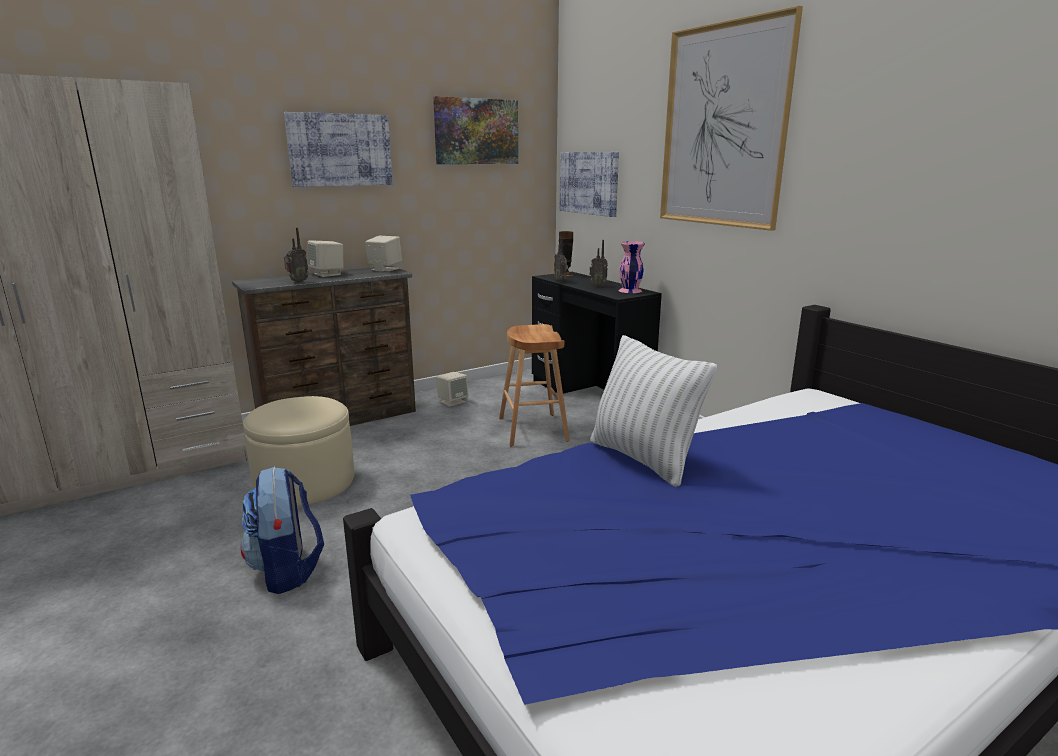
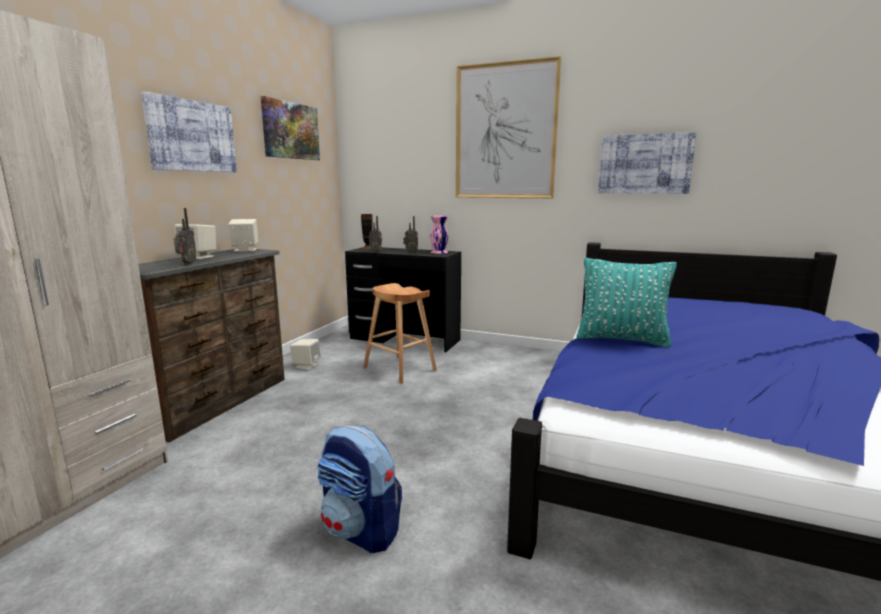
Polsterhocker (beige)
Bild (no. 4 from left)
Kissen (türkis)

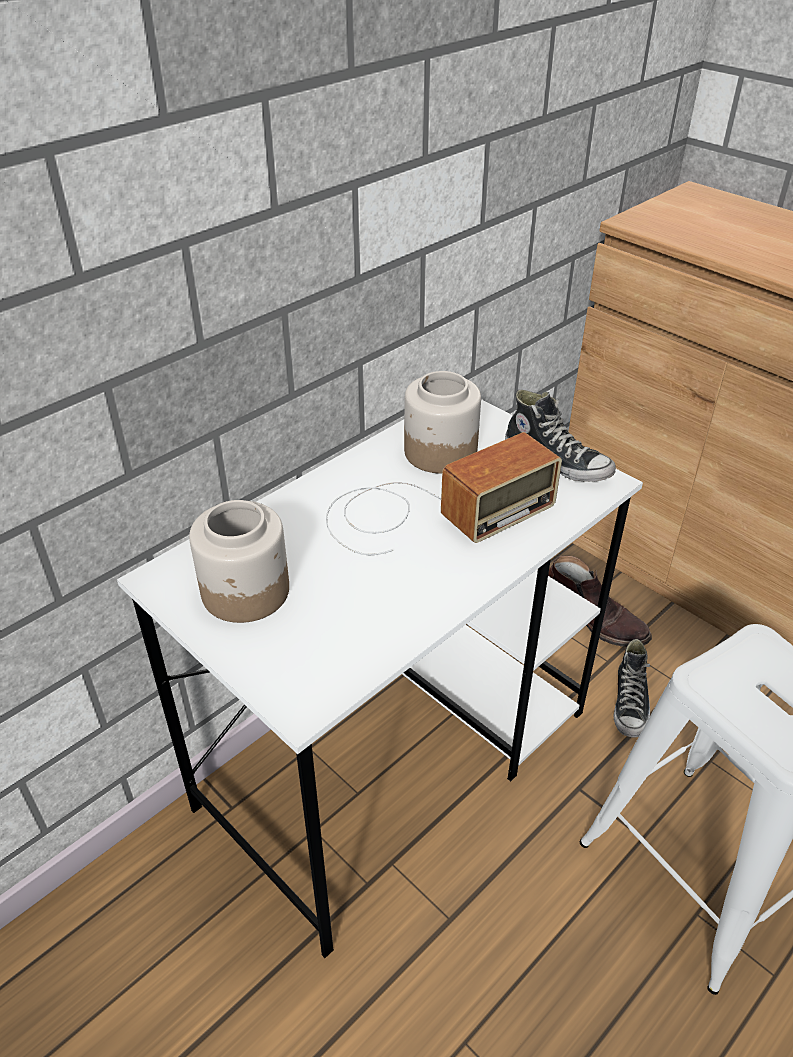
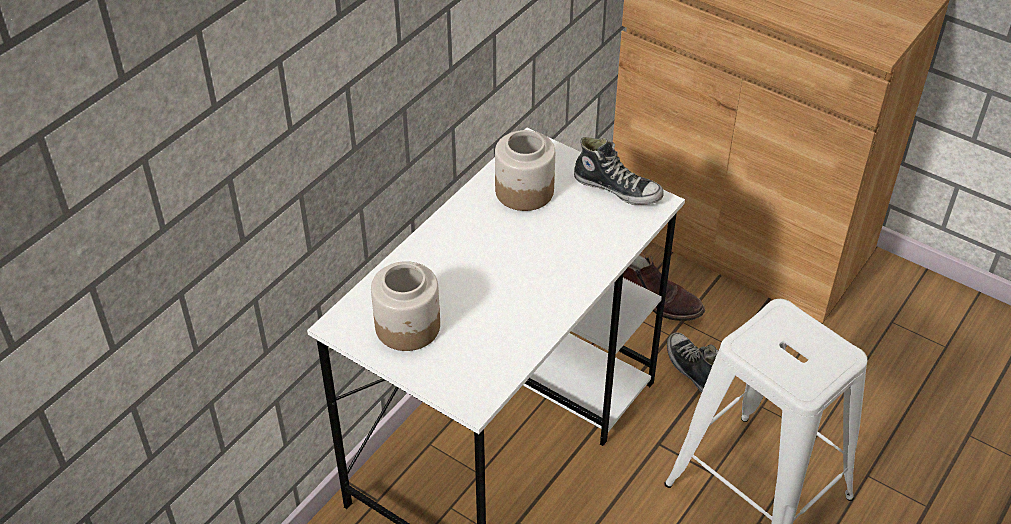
Radio
Schuh (no. 2 from left)

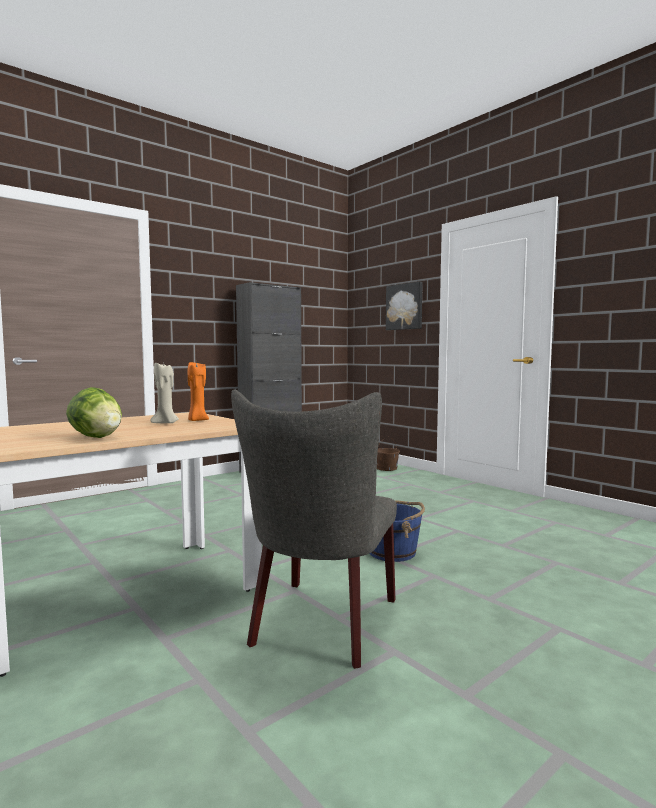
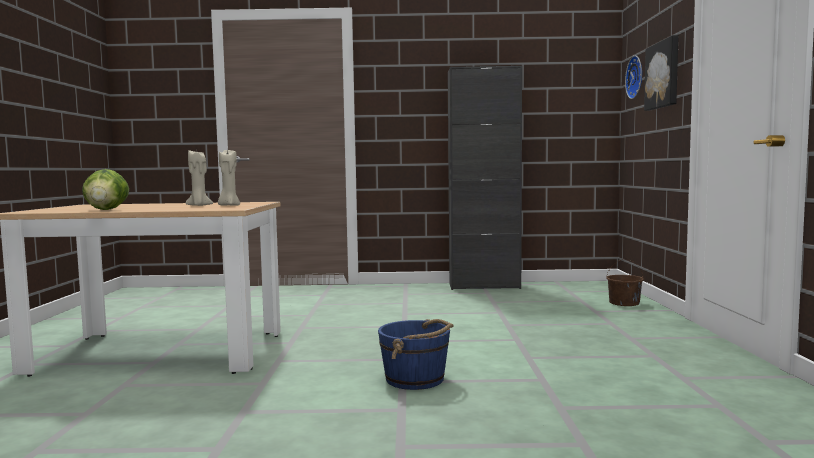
Stuhl (grau)
Wanduhr
Kerze (beige) (no. 2 from left)

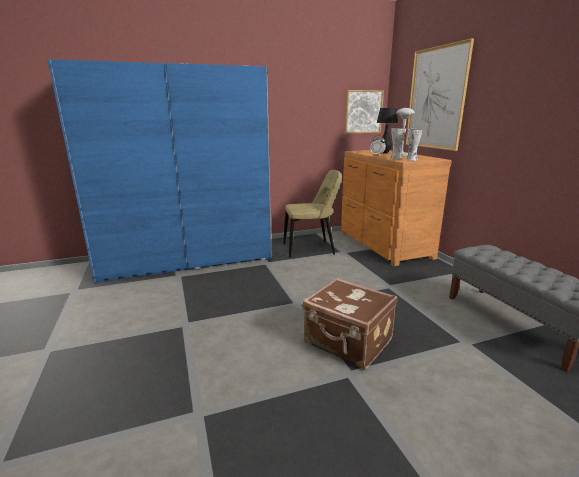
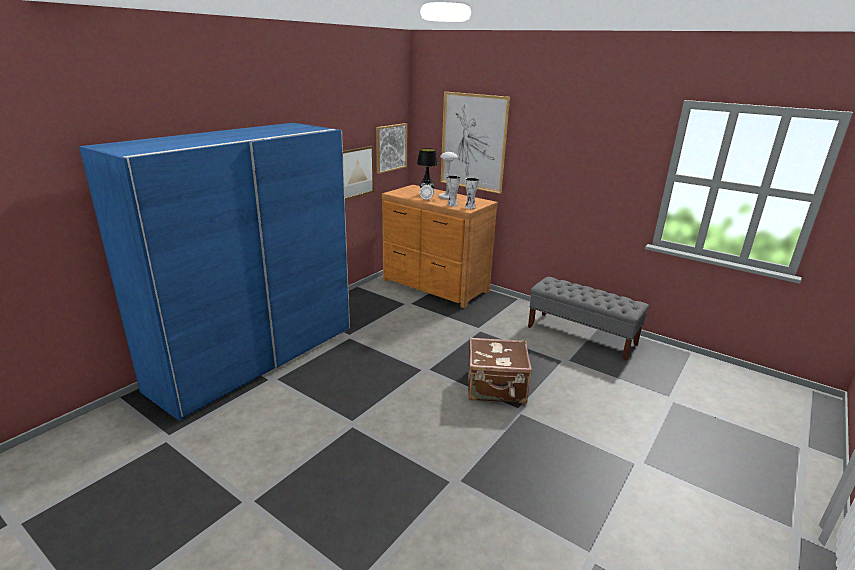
Stuhl (beige)
Bild (no. 1 from left)

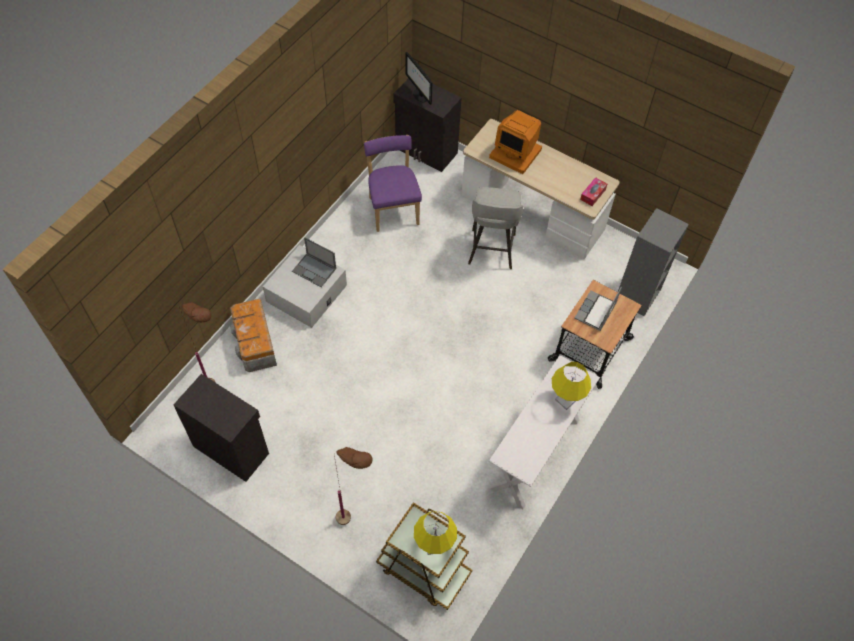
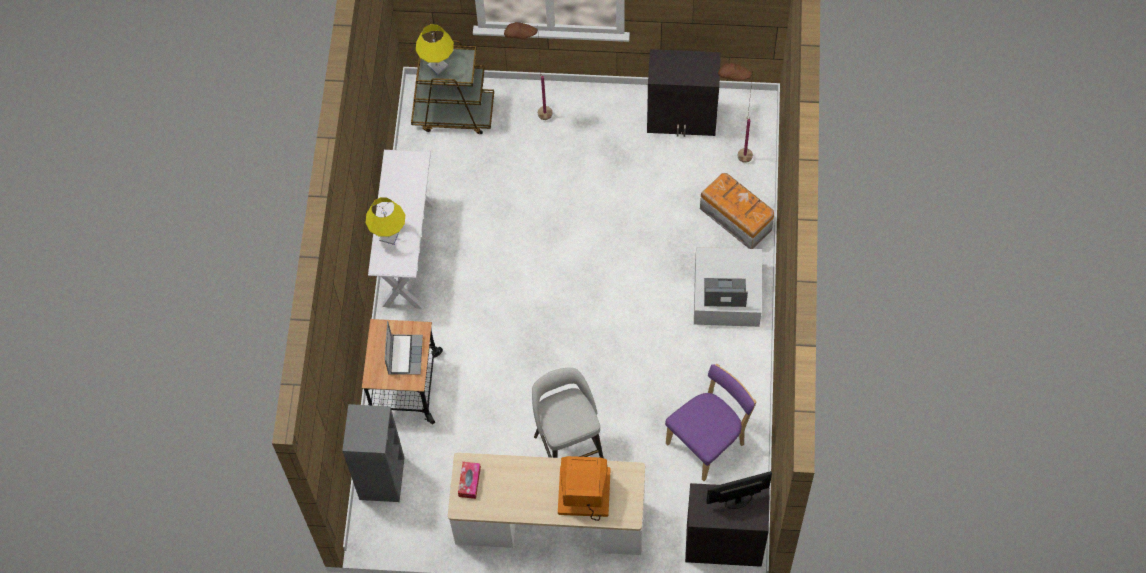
Stuhl (lila)
Monitor (no. 2 from left)

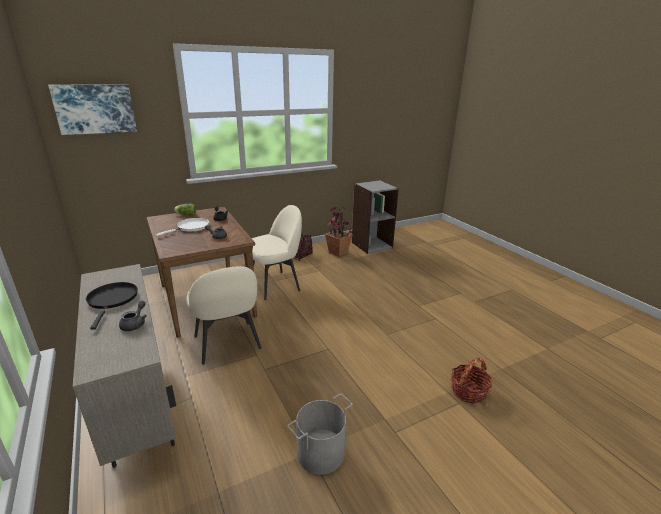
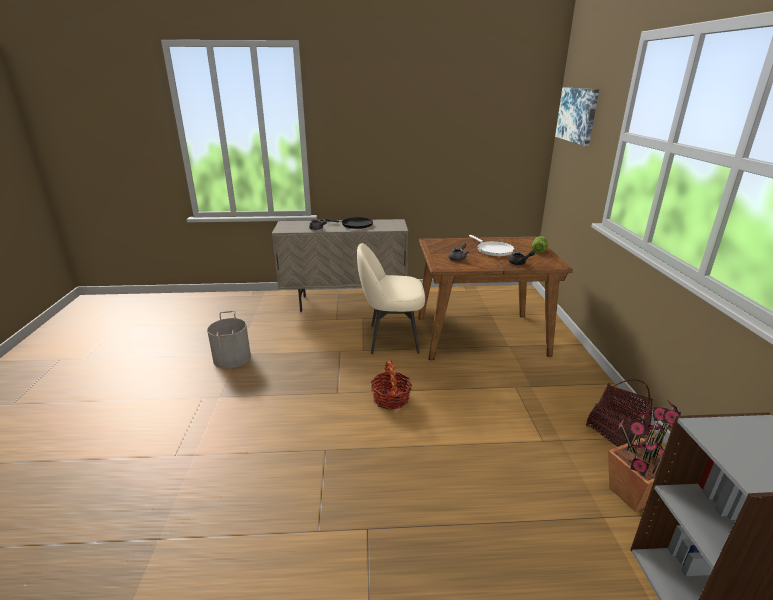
Stuhl (beige) (no. 2 from left in the first image)
Korb (no. 1 from left)

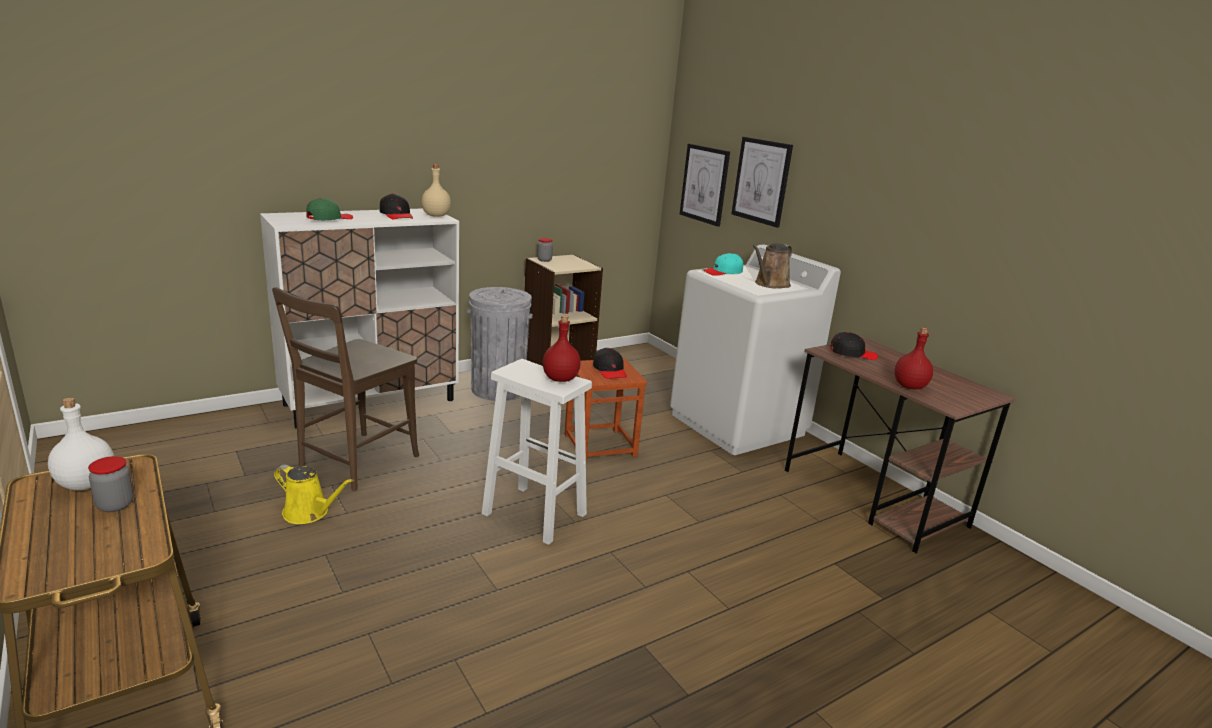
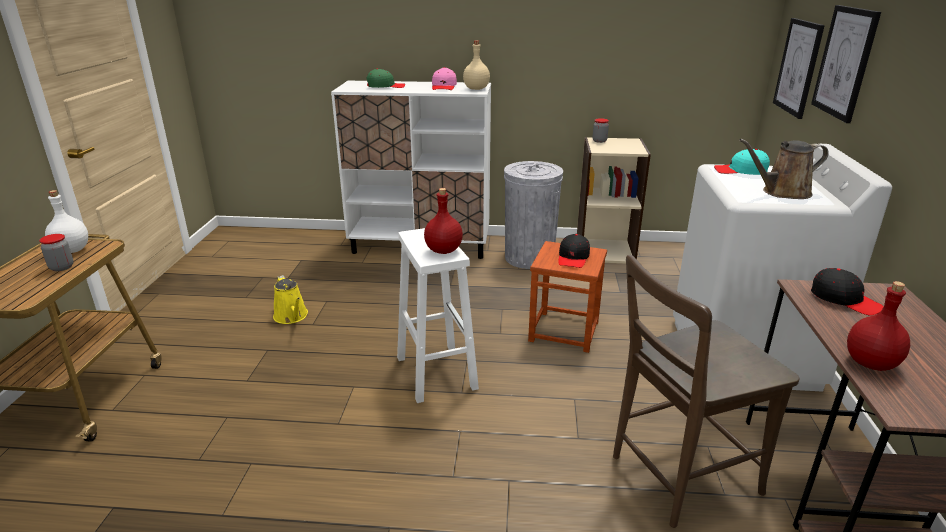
Stuhl (braun)
Kappe (rosa)

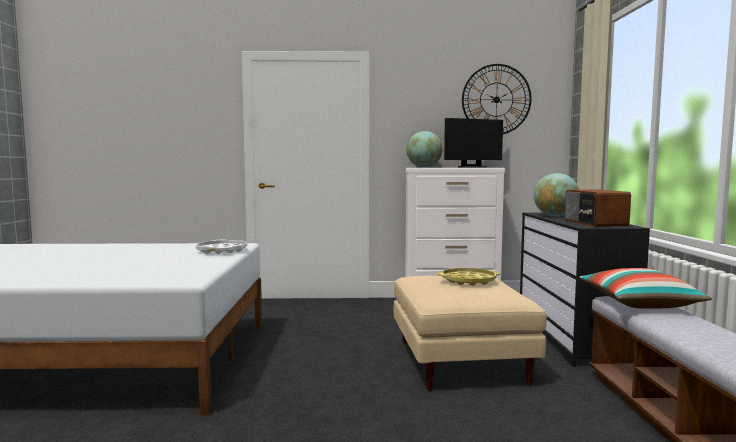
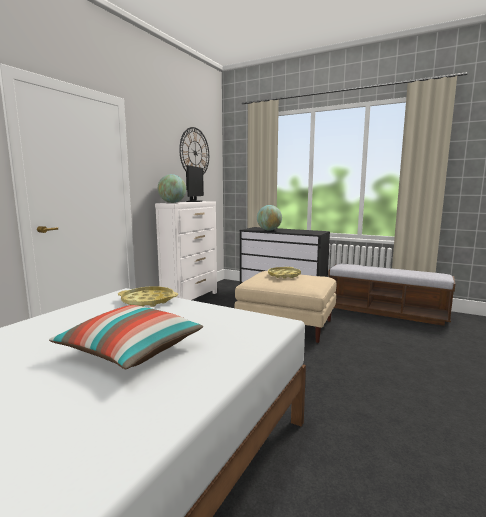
Radio
Kissen
Tablett (gelb) (no. 1 from left)

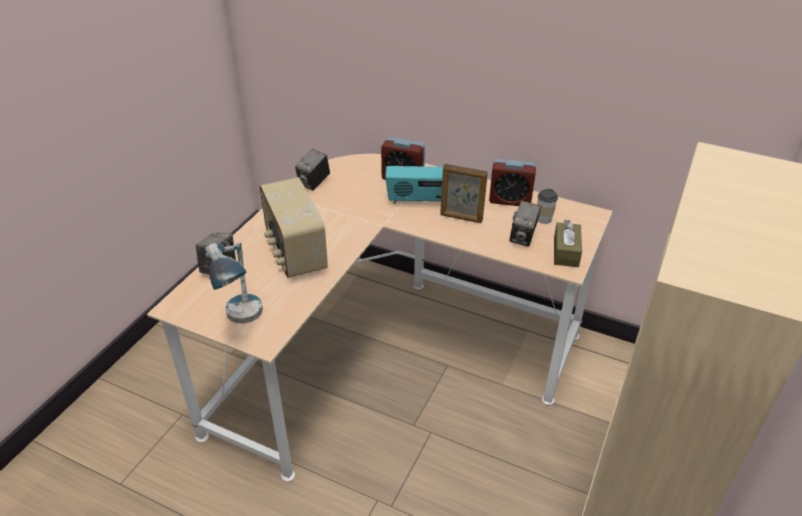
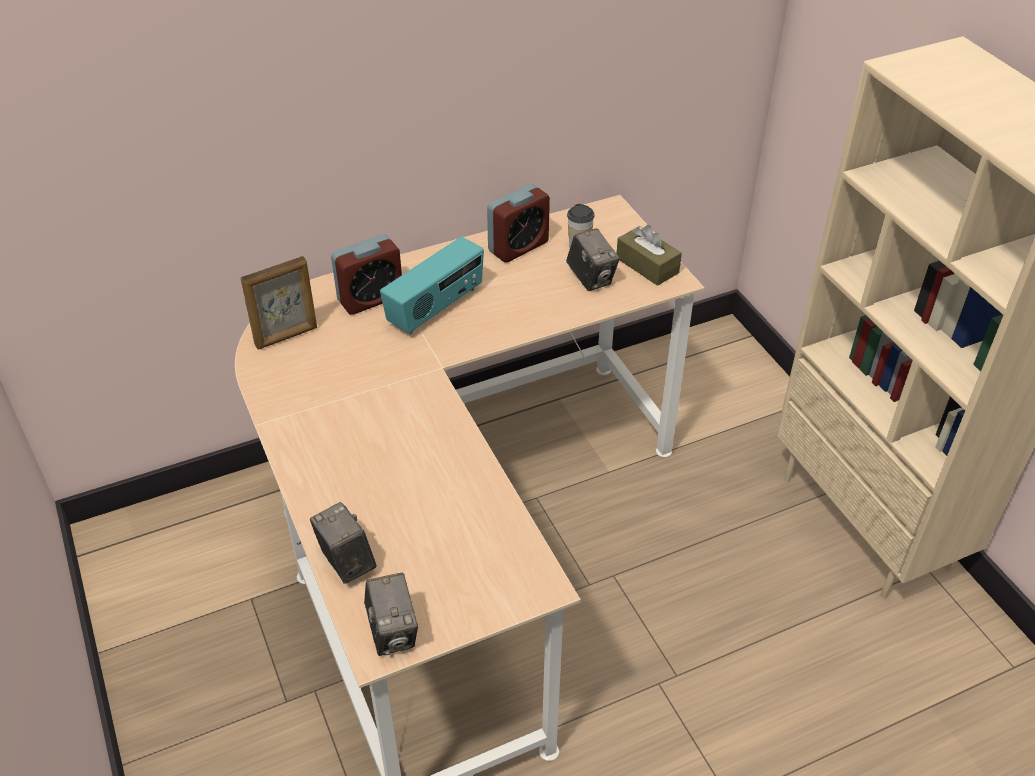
Tischlampe
Radio (no. 1 from left in the first image)
Kamera (no. 2 from left)
Bilderrahmen

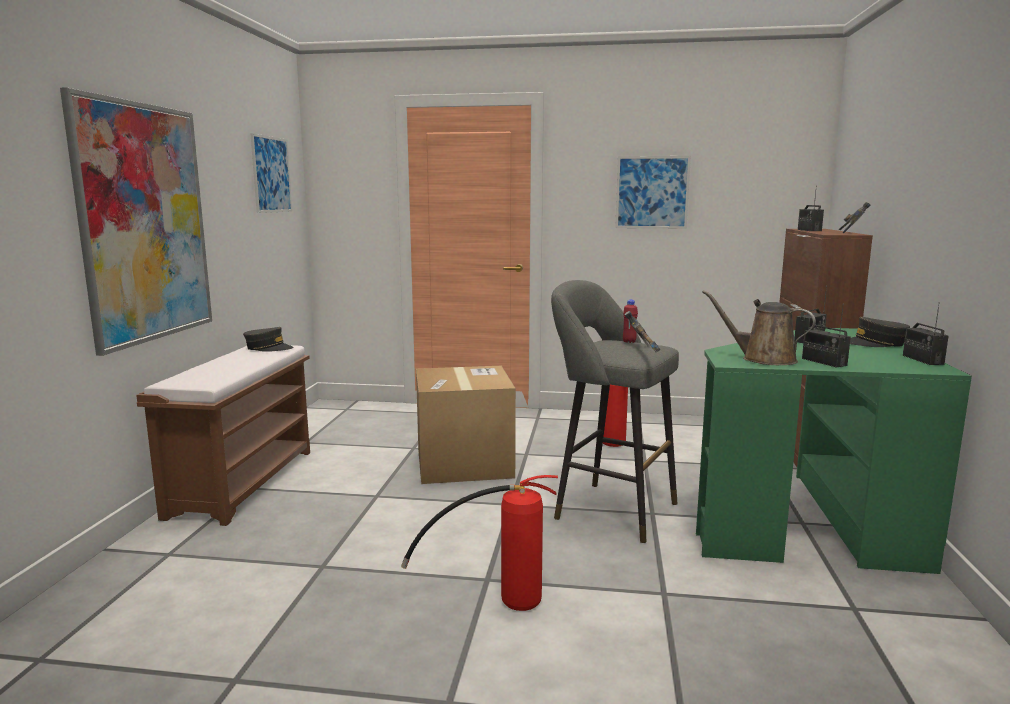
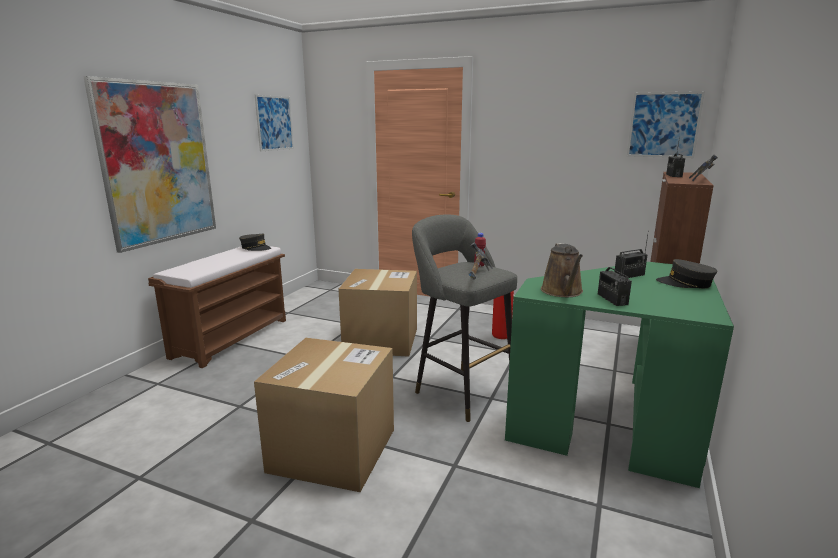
Radio (no. 4 from left in the first image)
Bild (no. 3 from left)
Karton (no. 1 from left)
Gießkanne (braun)

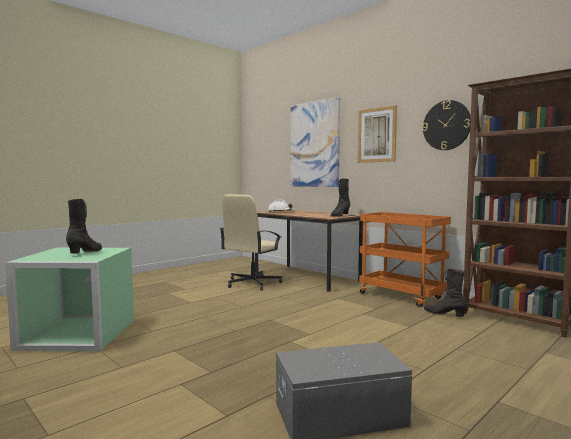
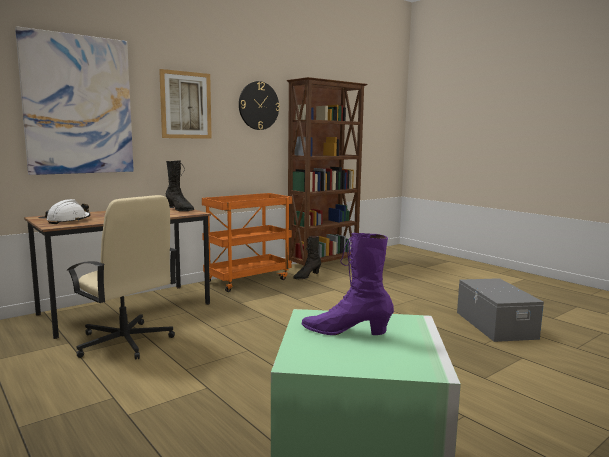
Stiefel (lila)

